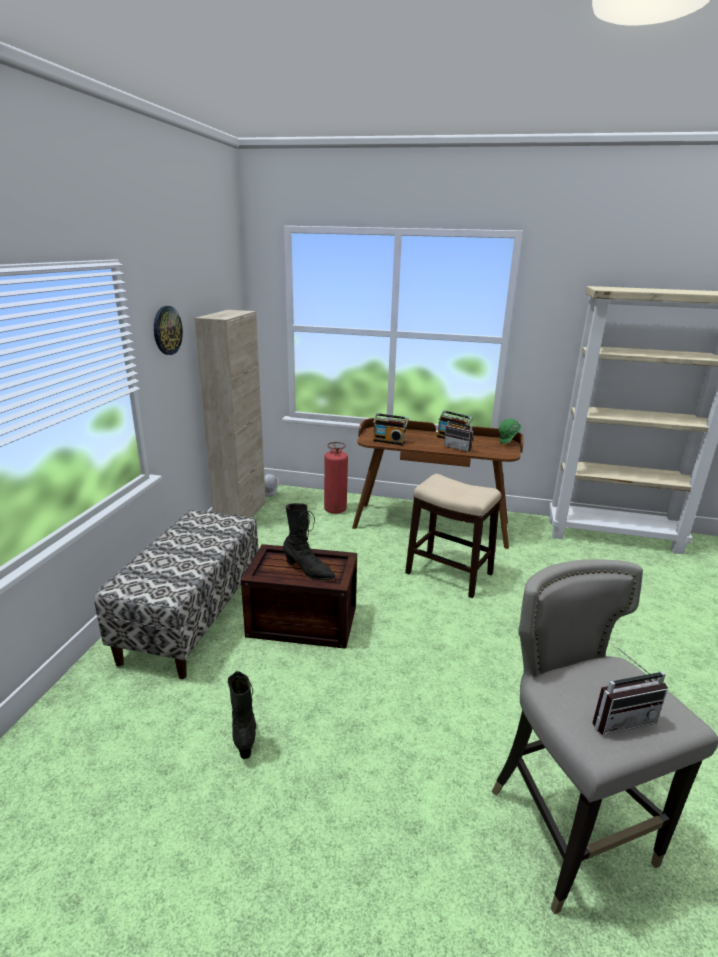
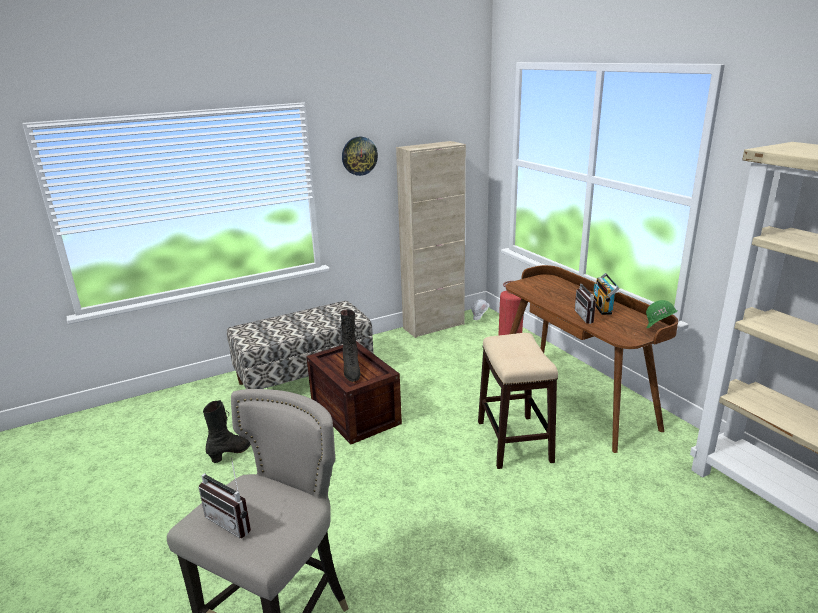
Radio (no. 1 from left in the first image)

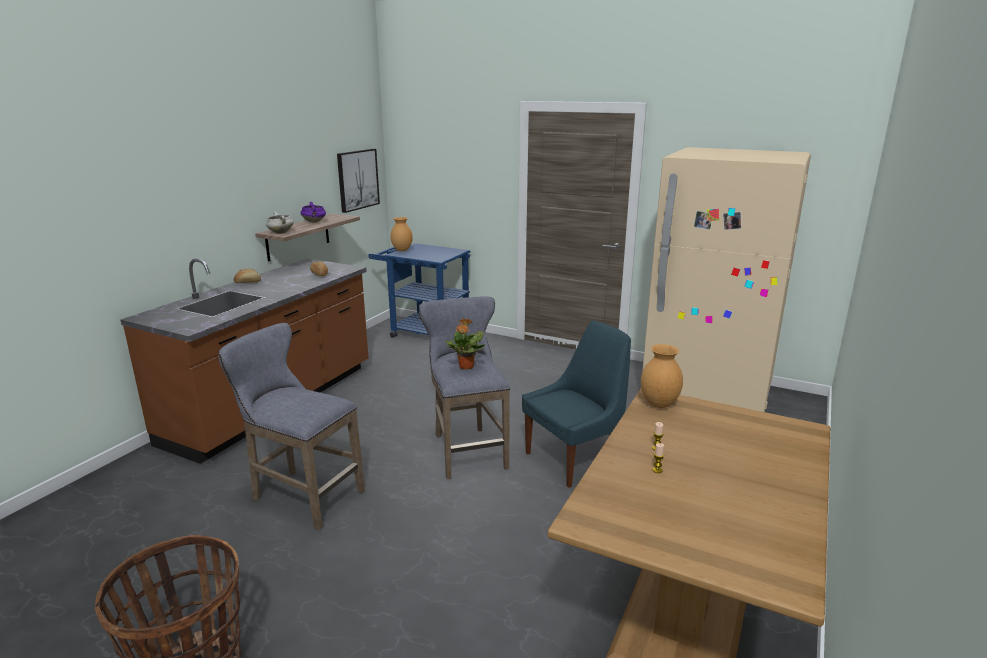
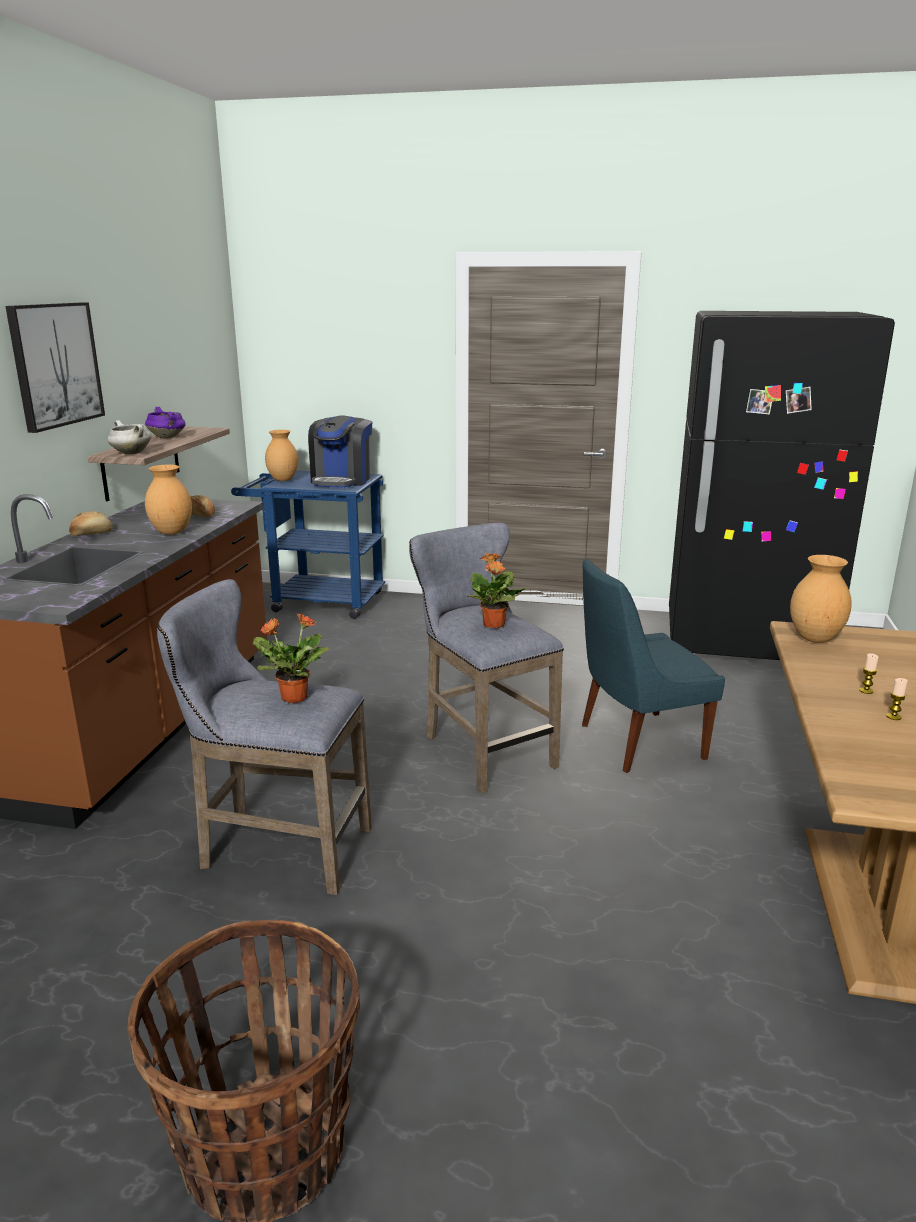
Vase (braun) (no. 1 from left)
Topfpflanze (no. 1 from left)
Kaffeemaschine
Bild
Kühlschrank (schwarz)
Stuhl (blau)

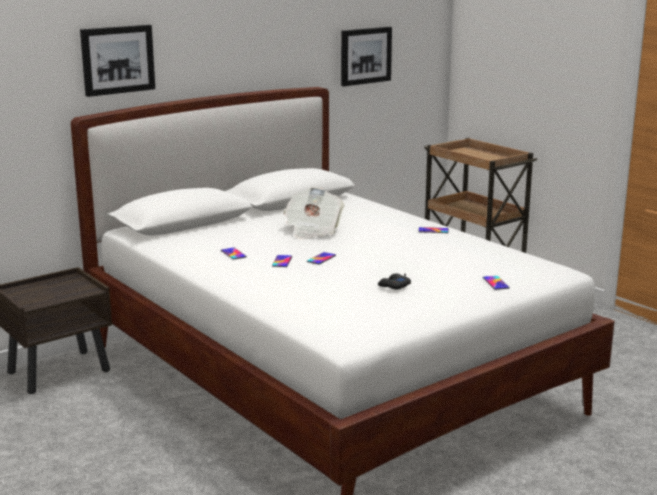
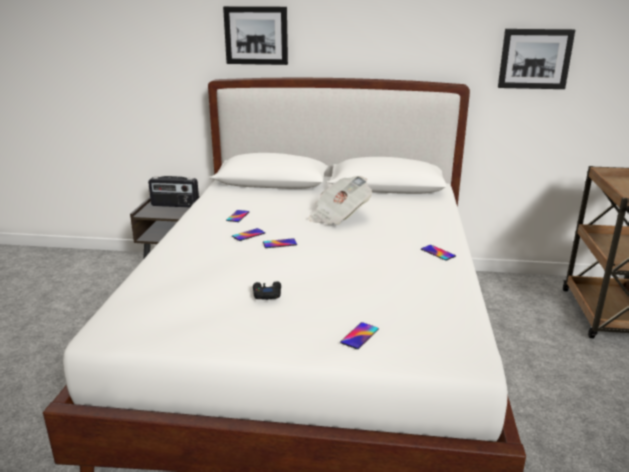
Radio

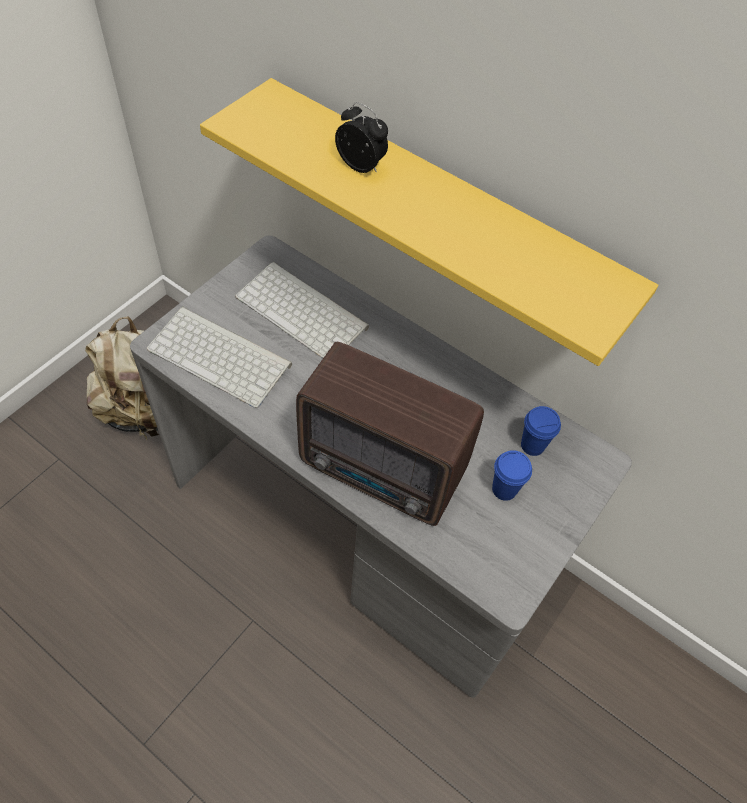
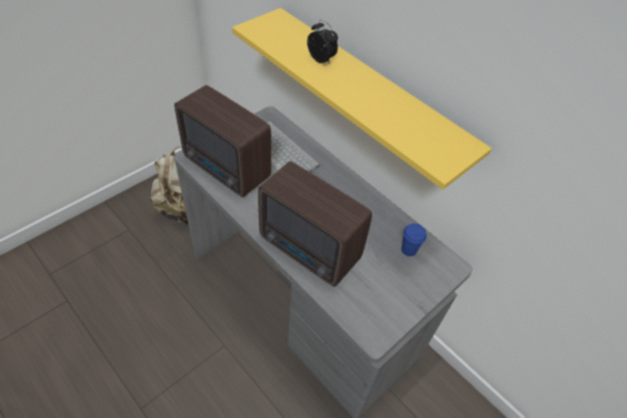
Tasse (blau) (no. 1 from left in the first image)
Radio (no. 1 from left)

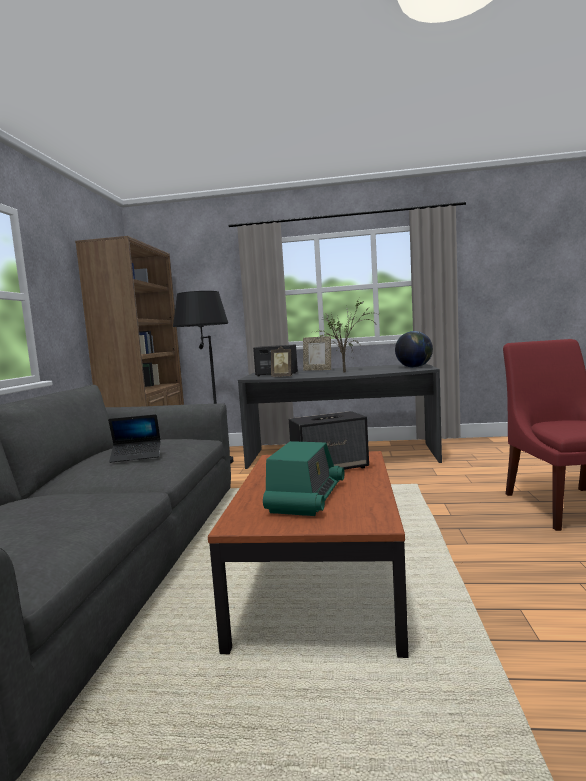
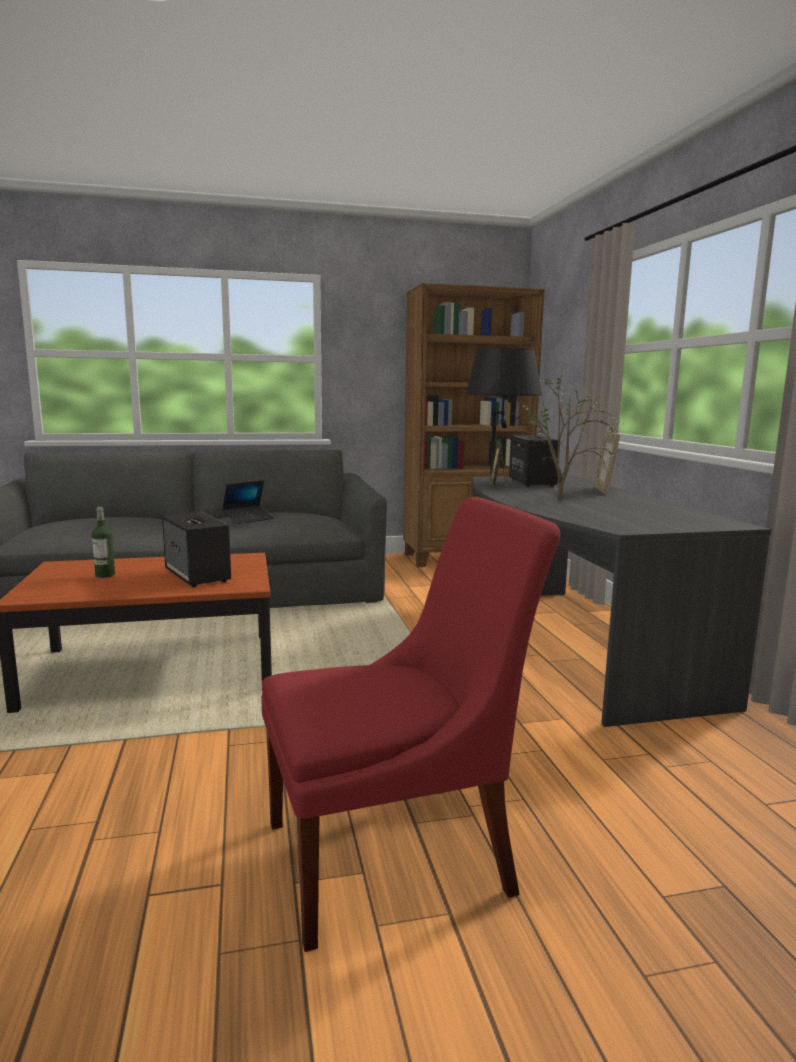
Globus
Flasche
Laptop

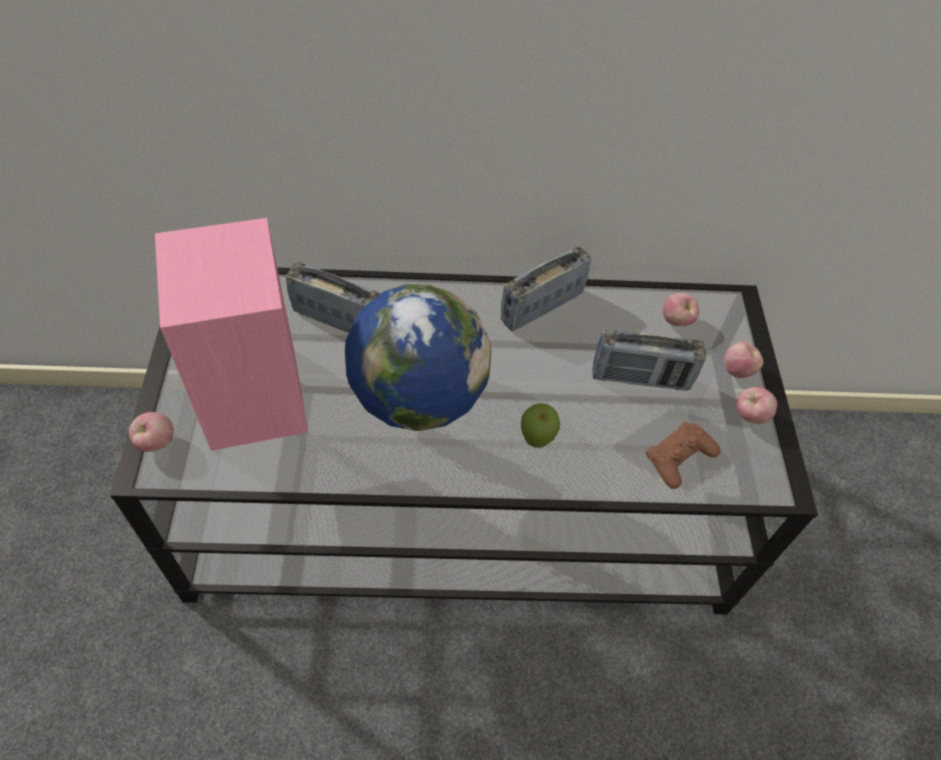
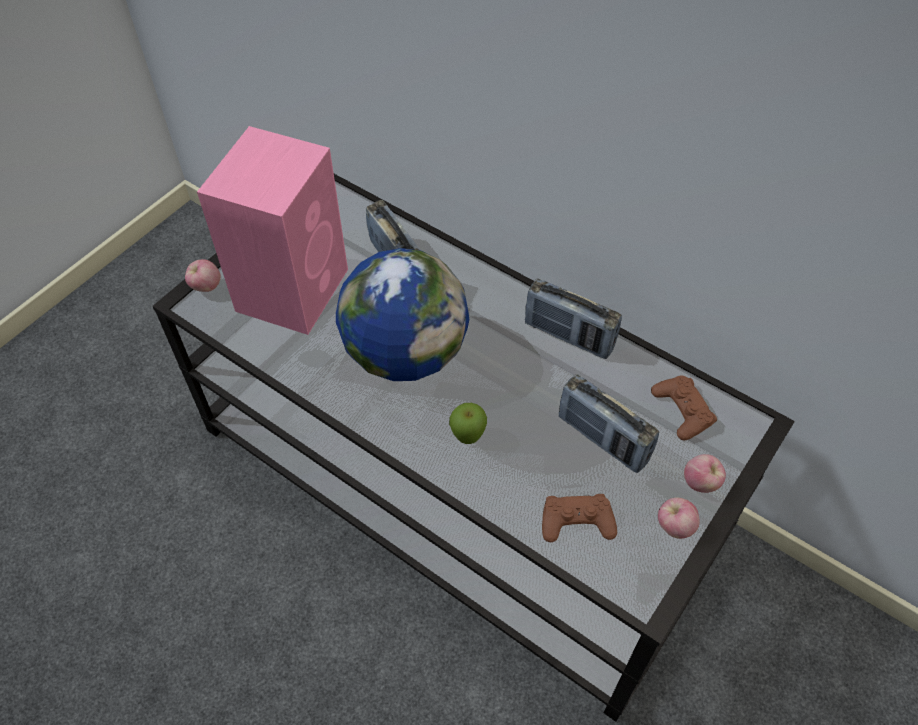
Gamepad (braun) (no. 2 from left)
Radio (no. 2 from left)

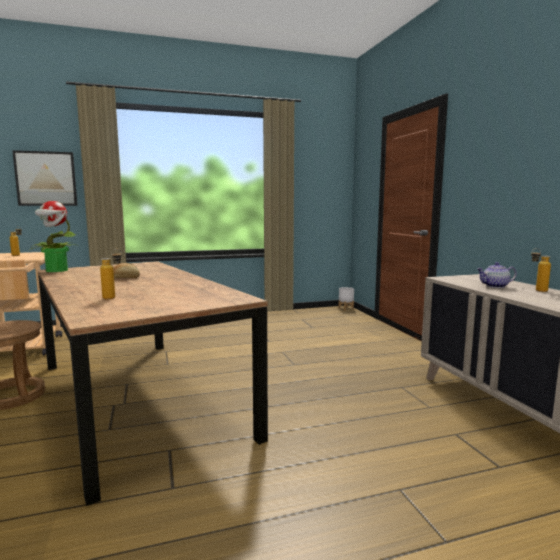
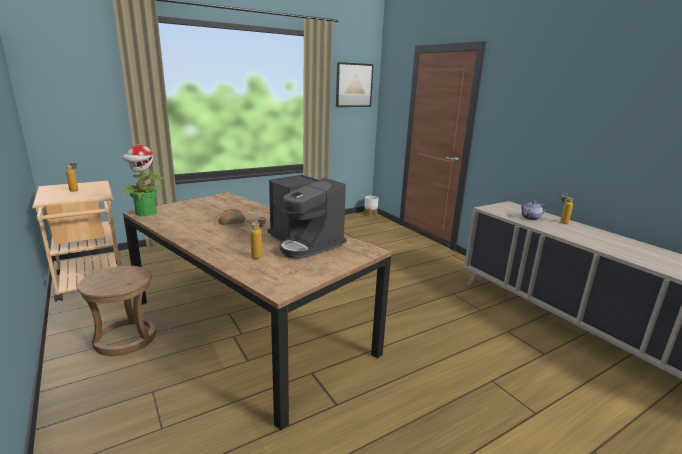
Kaffeemaschine
Bild

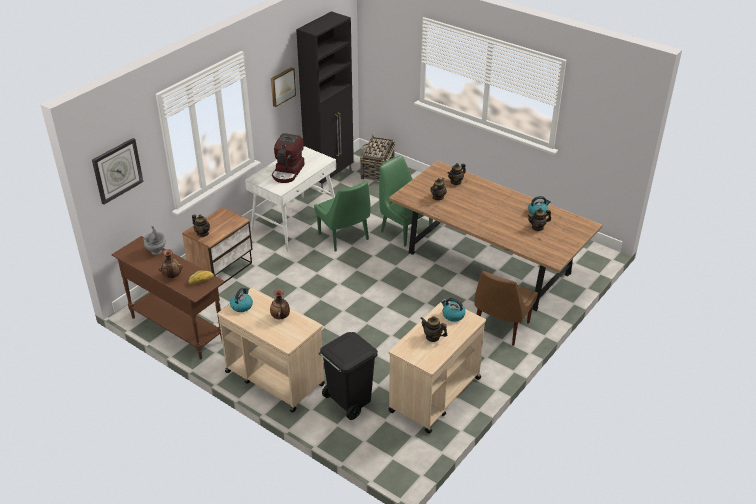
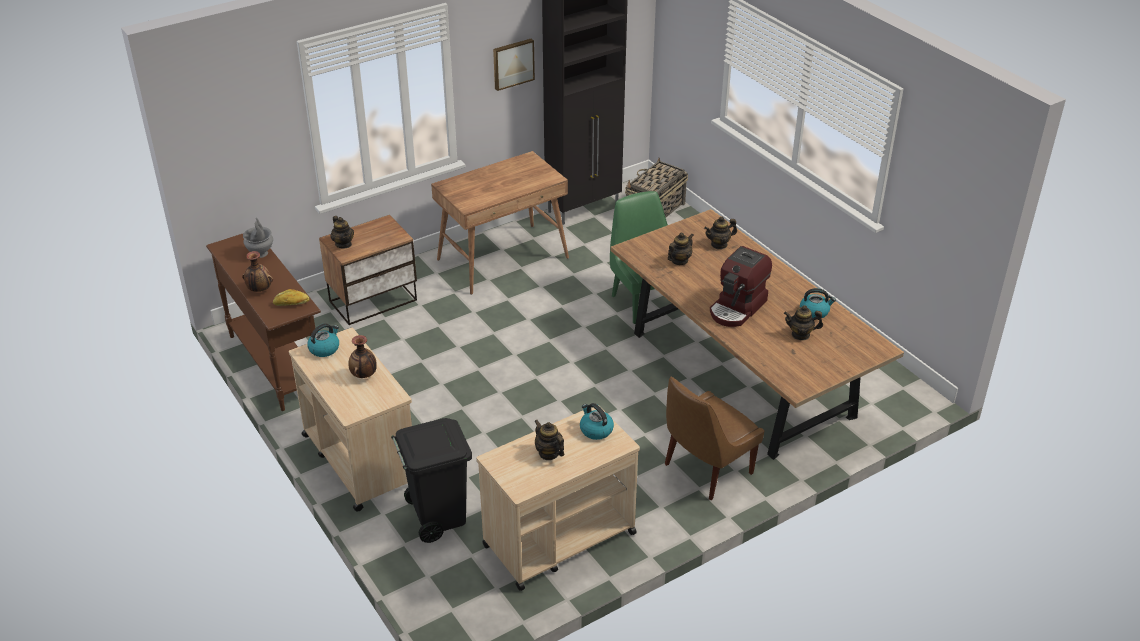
Wanduhr
Stuhl (grün) (no. 1 from left in the first image)
Kaffeemaschine
Schreibtisch (braun)

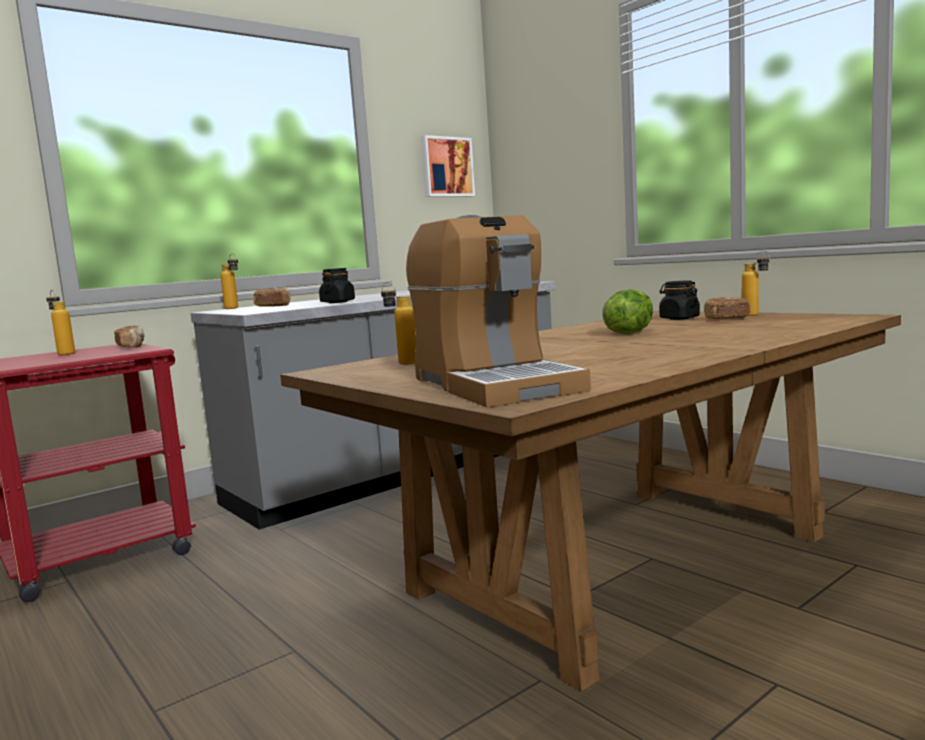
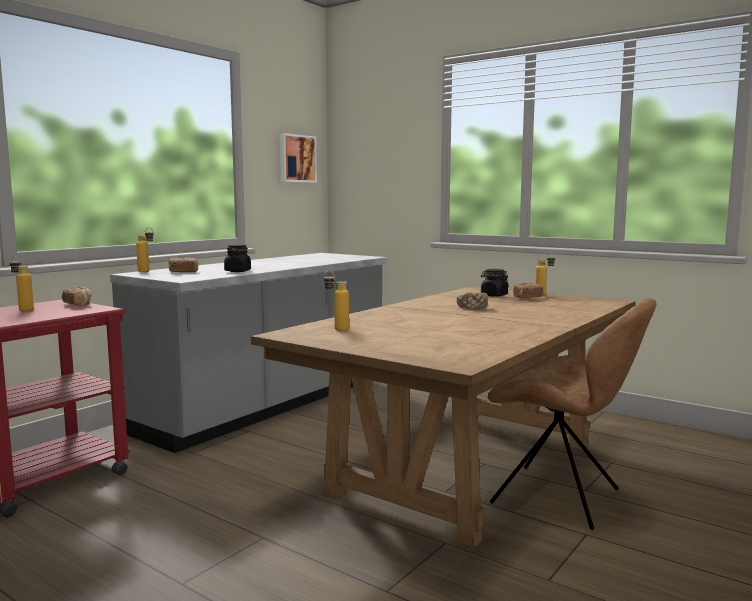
Kaffeemaschine
Stuhl (braun)
Brot (no. 3 from left)

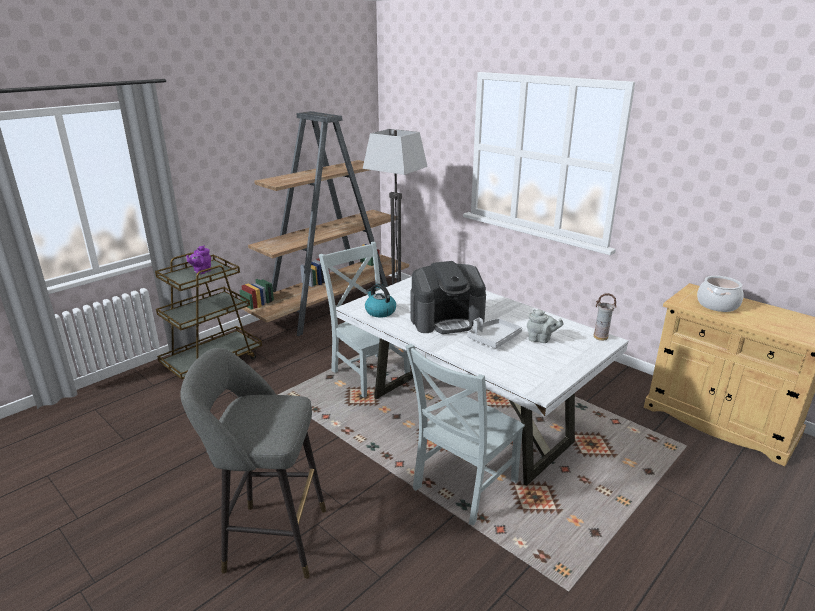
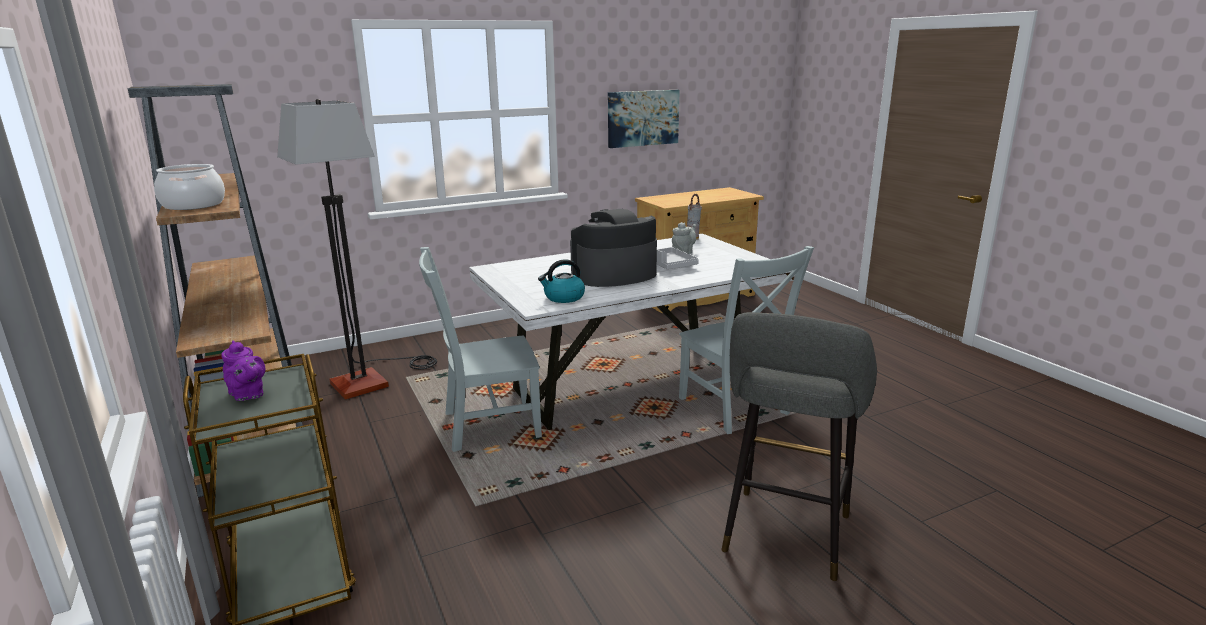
Bild
Kochtopf
Kaffeemaschine

